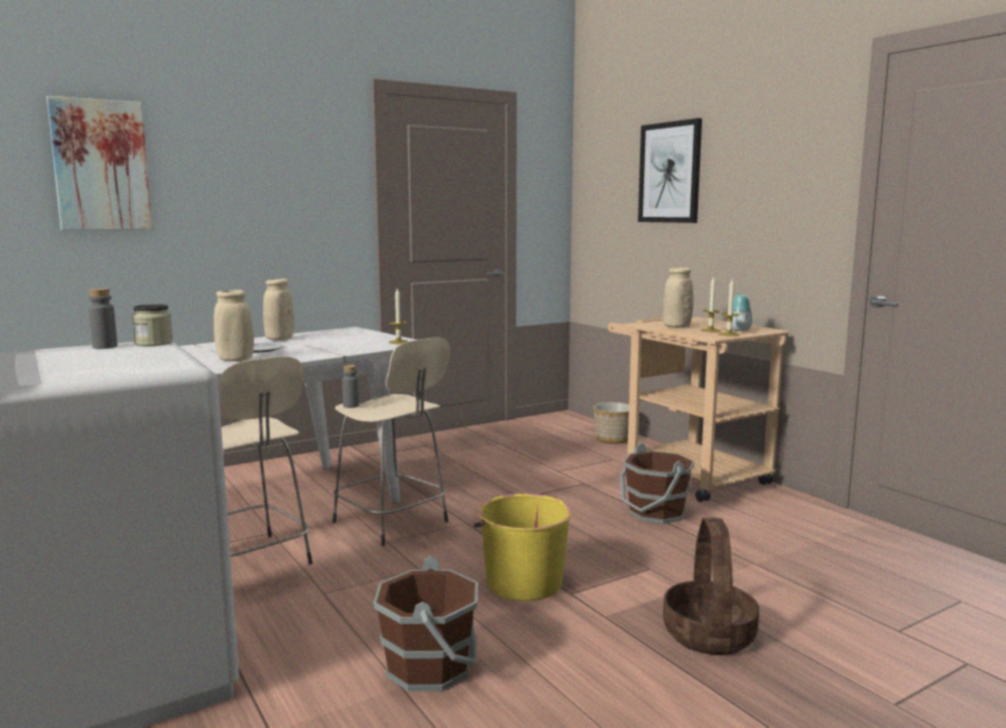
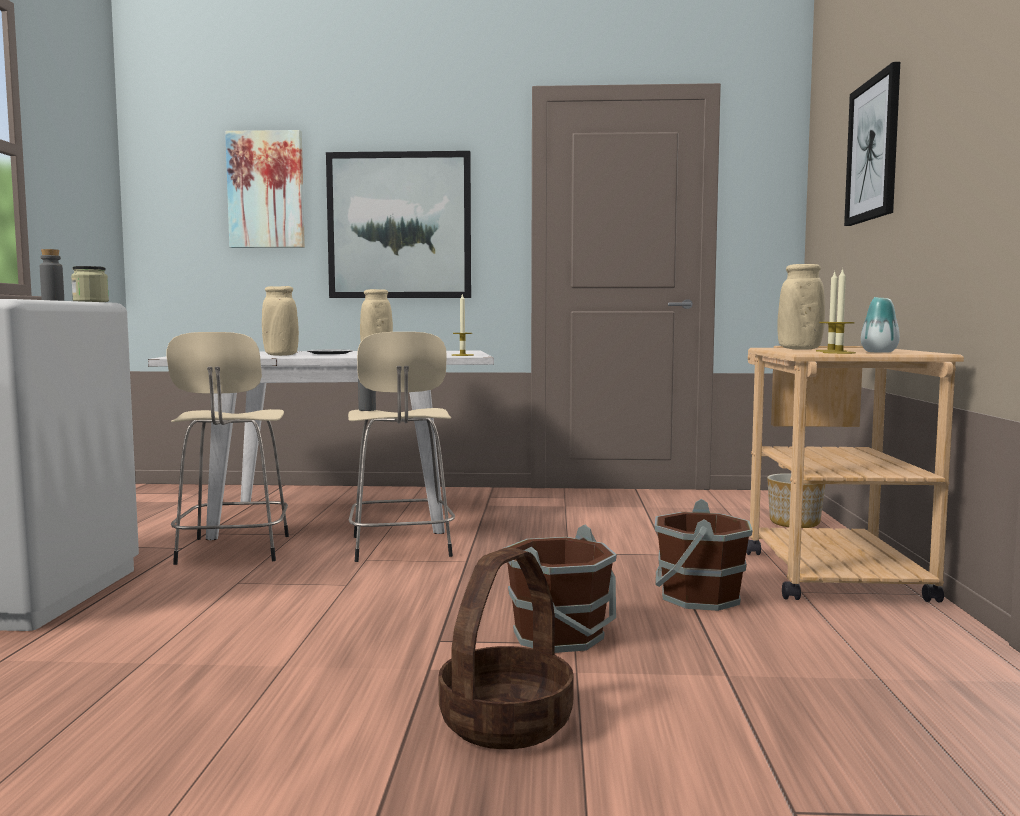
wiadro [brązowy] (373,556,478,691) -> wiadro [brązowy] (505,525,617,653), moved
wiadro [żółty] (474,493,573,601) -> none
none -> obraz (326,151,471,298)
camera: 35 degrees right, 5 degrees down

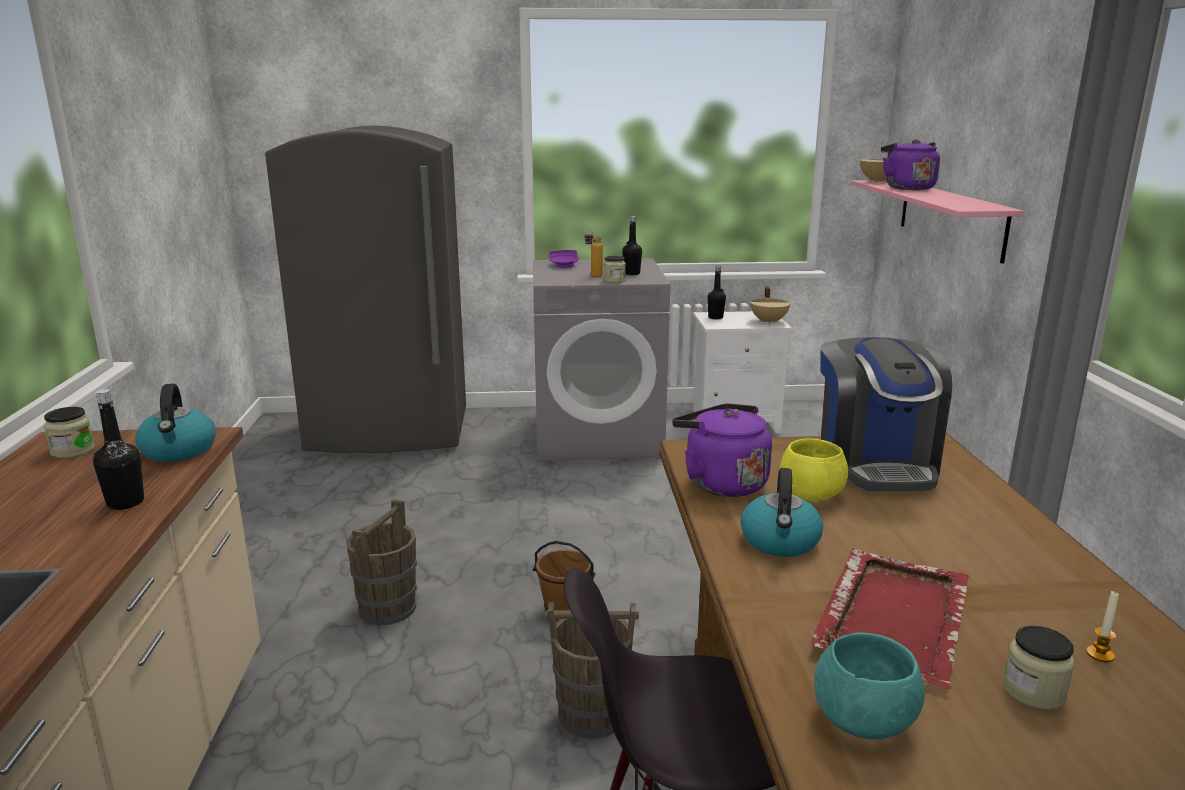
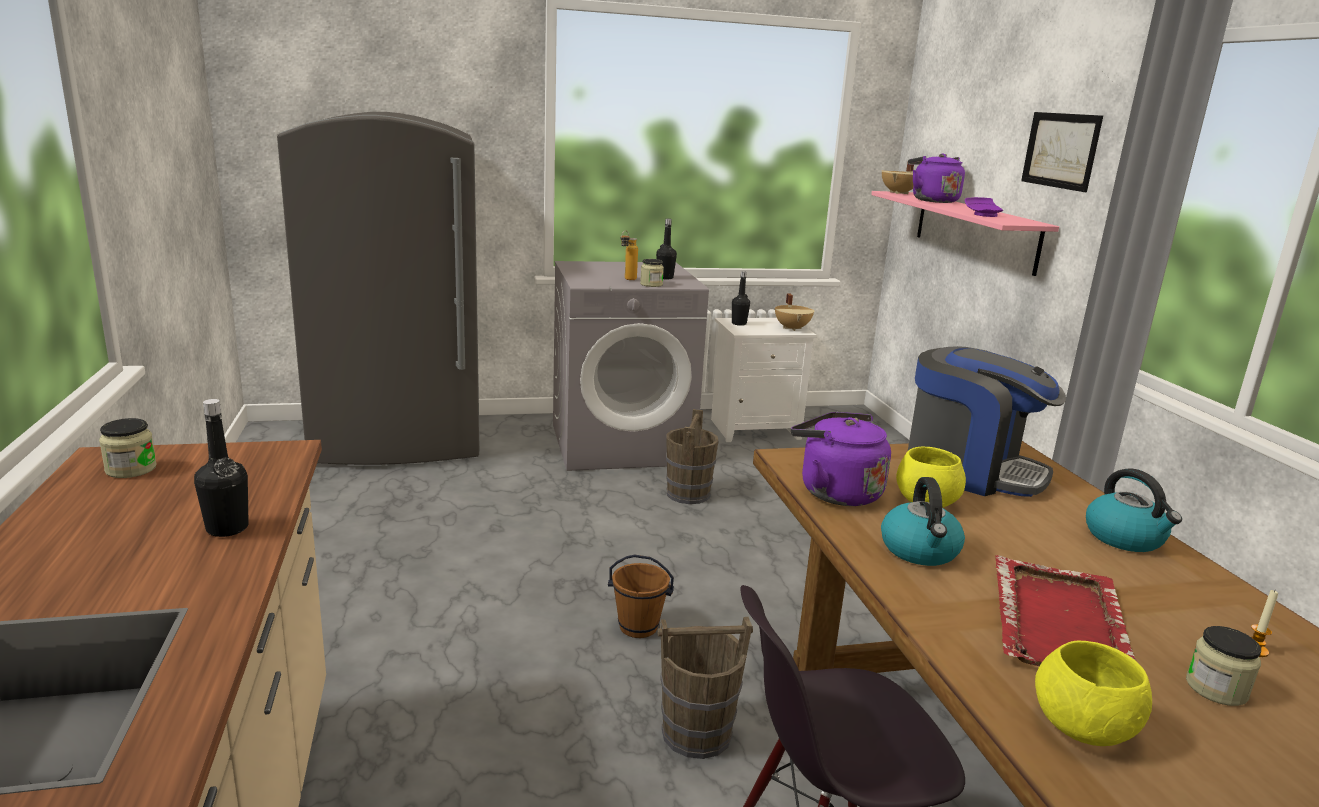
czajnik (135,383,216,462) -> czajnik (1086,468,1182,552), moved
wiadro [brązowy] (346,499,417,625) -> wiadro [brązowy] (666,409,719,504), moved
talerz [fioletowy] (549,250,579,268) -> talerz [fioletowy] (965,197,1004,217), moved
miska [turkusowy] (814,632,924,740) -> miska [żółty] (1035,641,1152,746)
ekspres do kawy (820,337,952,491) -> ekspres do kawy (908,346,1066,497), 45 degrees counterclockwise
none -> obraz (1021,112,1103,192)
camera: 10 degrees left, 0 degrees up

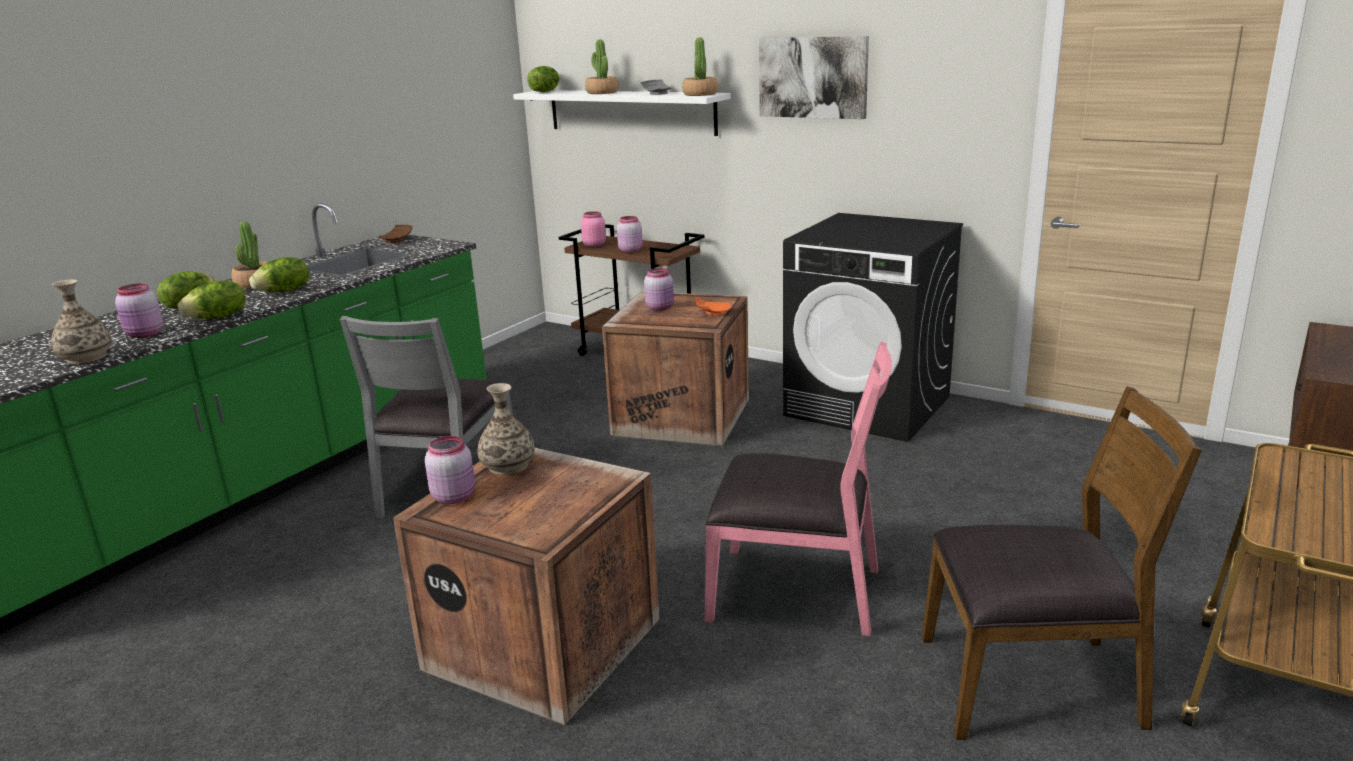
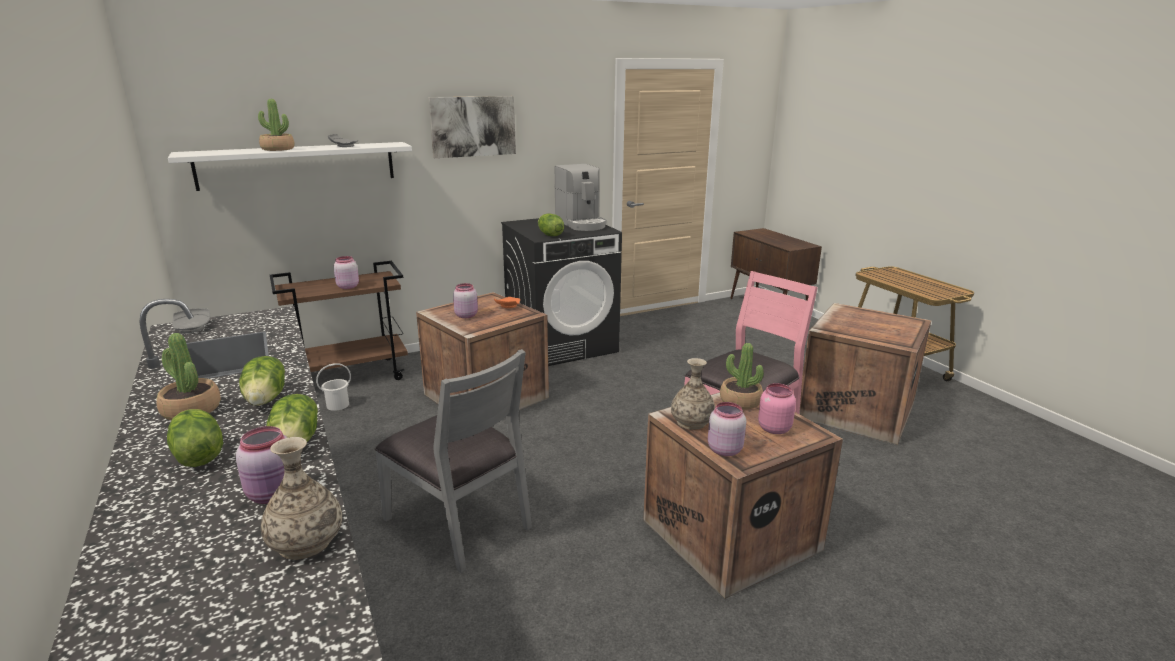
talerz [brązowy] (379,225,412,243) -> talerz [szary] (172,308,210,333)
sałata (527,66,560,92) -> sałata (538,213,564,236), moved
słoik [różowy] (581,211,606,247) -> słoik [różowy] (758,383,796,434), moved
roślina doniczkowa (682,38,718,96) -> roślina doniczkowa (720,343,764,409), moved
krzesło [brązowy] (922,386,1202,740) -> skrzynka (799,303,931,445)
none -> wiadro [biały] (316,363,351,411)
none -> ekspres do kawy (554,164,607,231)
camera: 60 degrees left, 0 degrees up

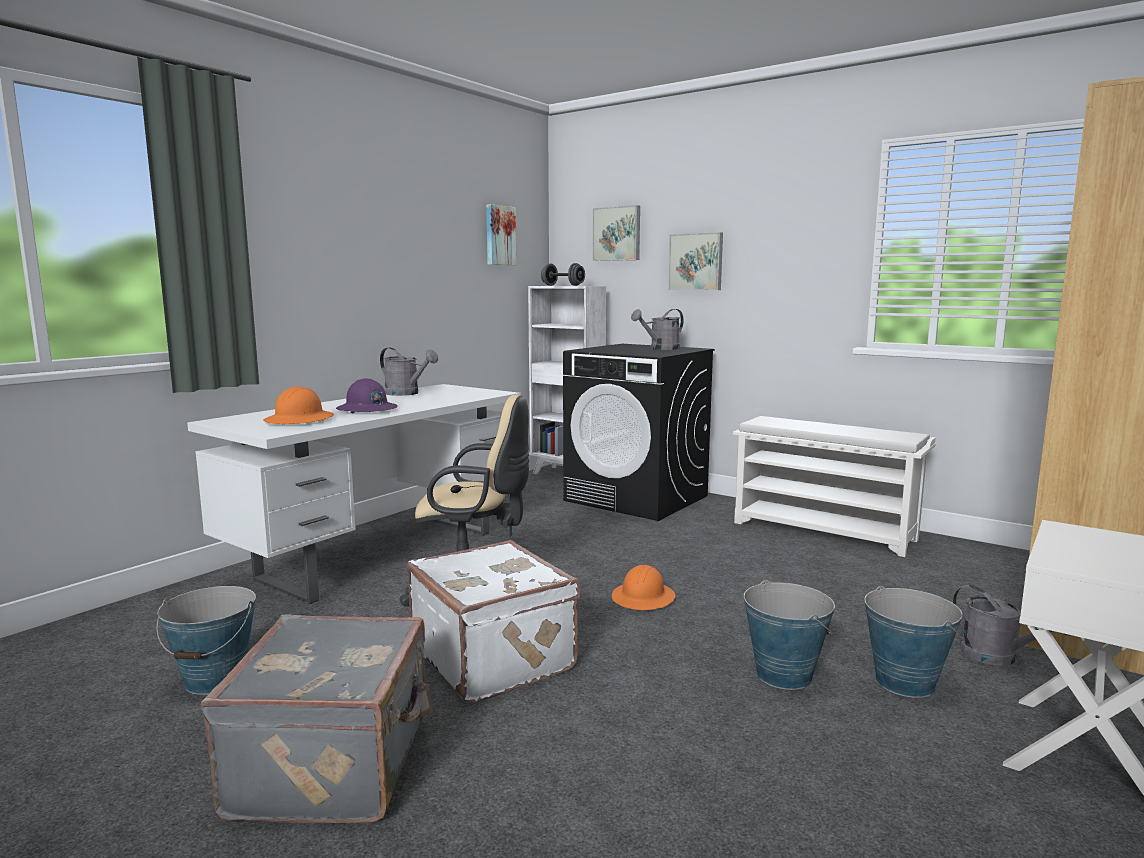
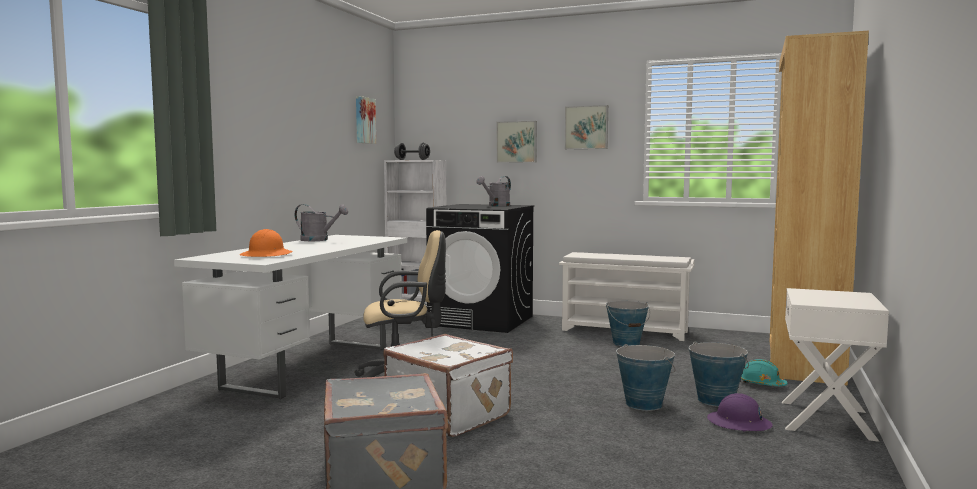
wiadro (156,586,256,695) -> wiadro (606,301,650,346), moved
kask [fioletowy] (336,378,398,413) -> kask [fioletowy] (707,393,773,432), moved
obraz (592,205,640,261) -> obraz (565,105,608,149), moved
kask [pomarańczowy] (612,565,675,610) -> none
konewka [szary] (953,584,1069,666) -> kask [turkusowy] (741,359,788,386)
camera: 15 degrees left, 5 degrees down

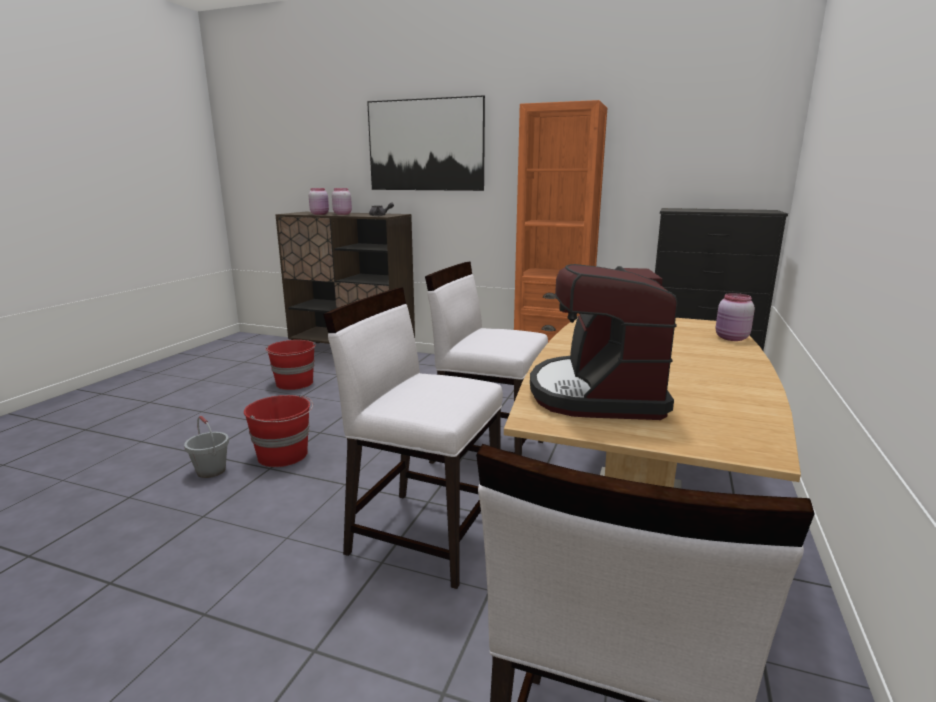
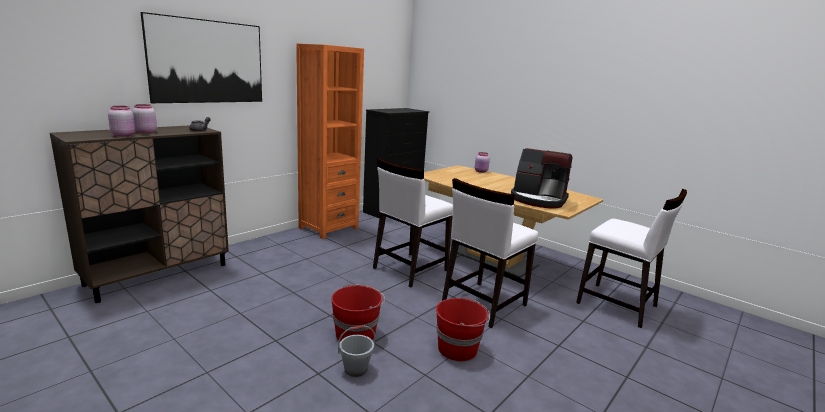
wiadro [czerwony] (265,340,316,390) -> wiadro [czerwony] (436,297,490,361), moved
camera: 70 degrees left, 0 degrees up

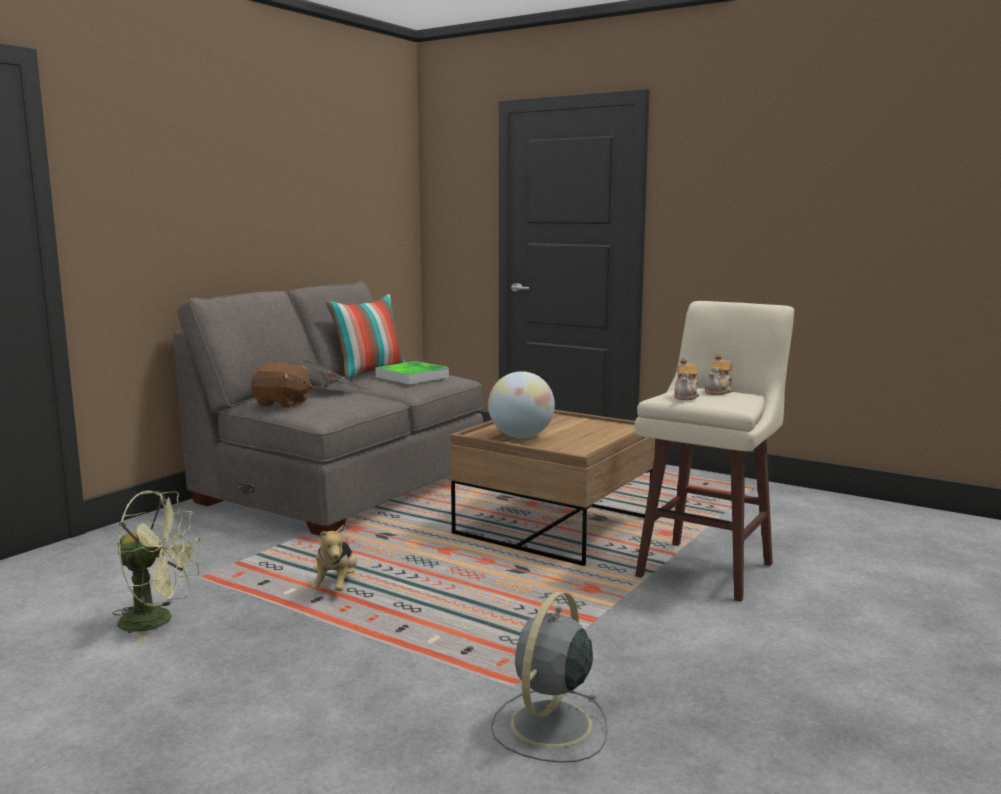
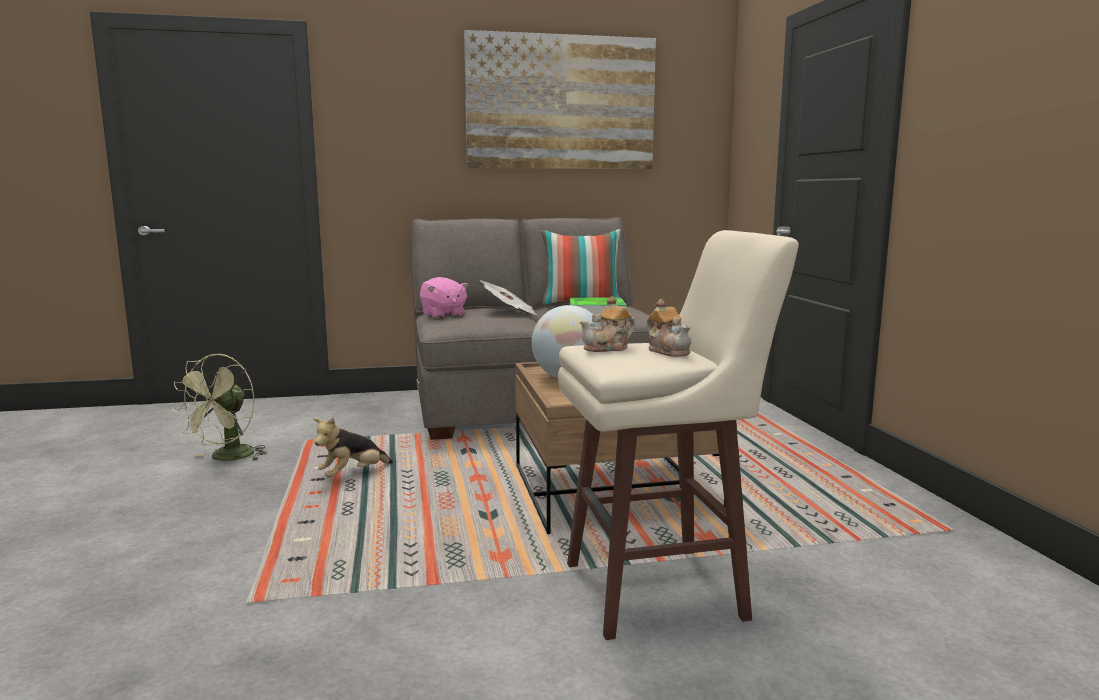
wentylator [zielony] (113,491,201,642) -> wentylator [zielony] (172,353,267,461), 60 degrees clockwise
pluszak [brązowy] (251,362,312,408) -> pluszak [różowy] (420,277,468,318)
wentylator [szary] (491,591,607,763) -> none
imbryk (705,354,733,395) -> imbryk (646,299,691,357), 105 degrees counterclockwise
none -> obraz (464,30,656,169)
camera: 45 degrees right, 0 degrees up

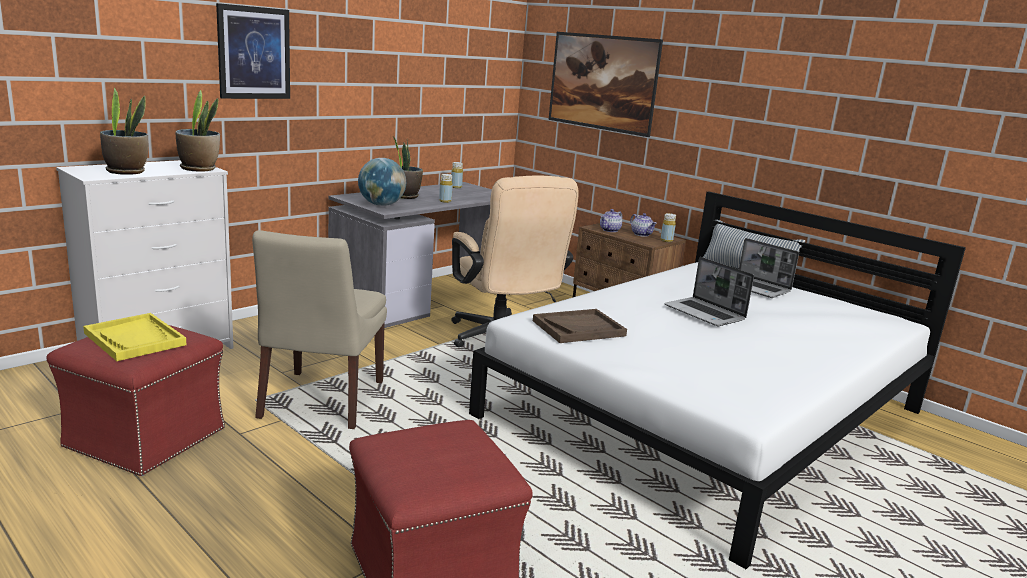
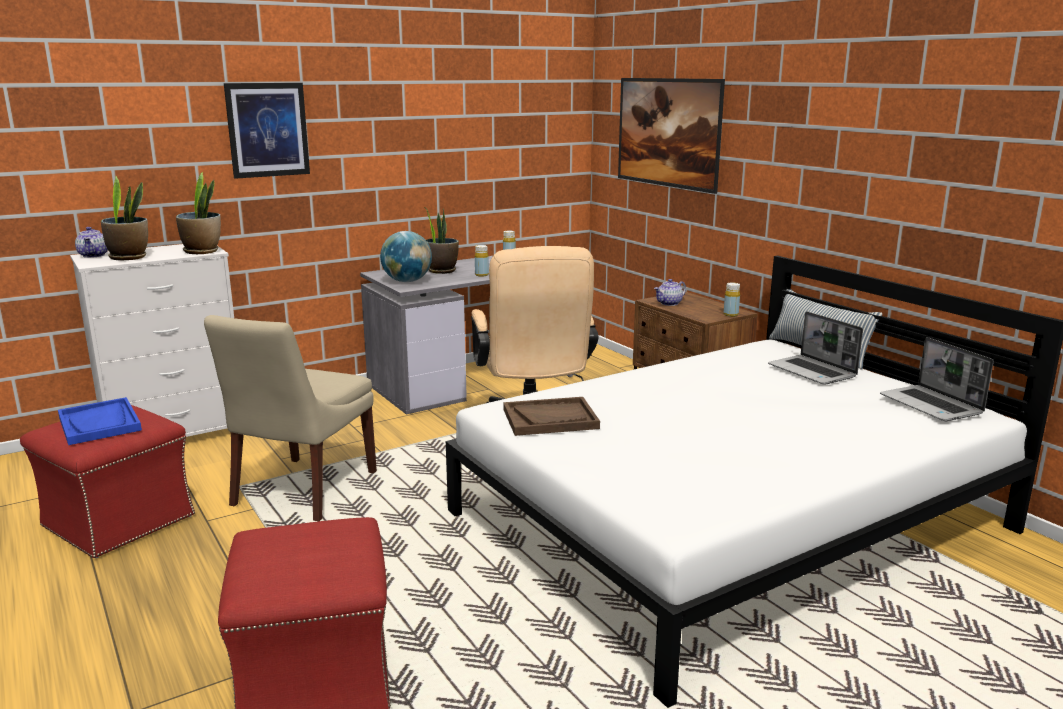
taca [żółty] (83,313,187,361) -> taca [niebieski] (58,397,142,445)
imbryk (630,213,657,237) -> imbryk (75,227,108,258), moved
laptop (664,257,754,326) -> laptop (880,337,994,421), moved
camera: 15 degrees right, 0 degrees up

